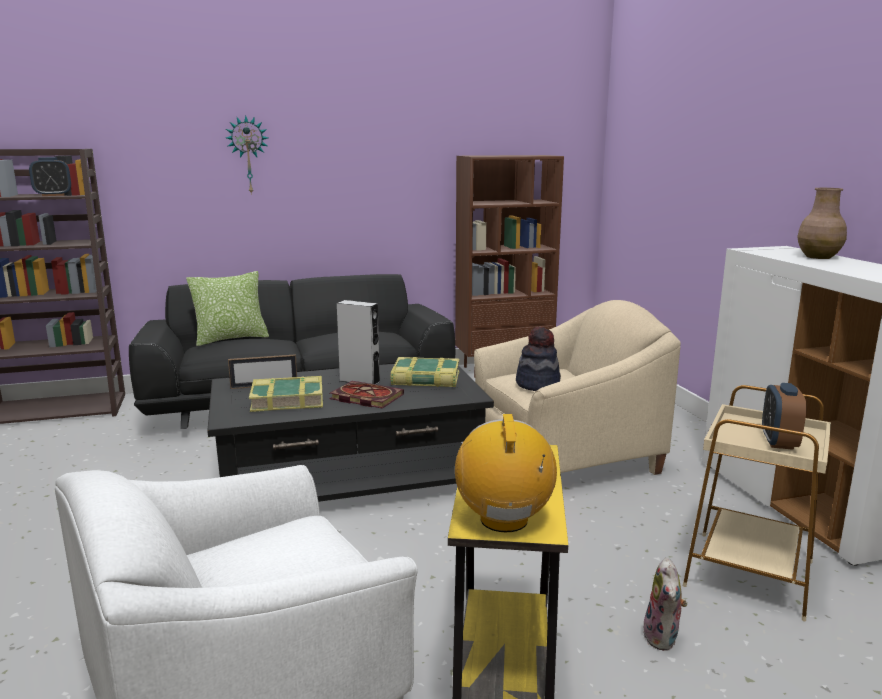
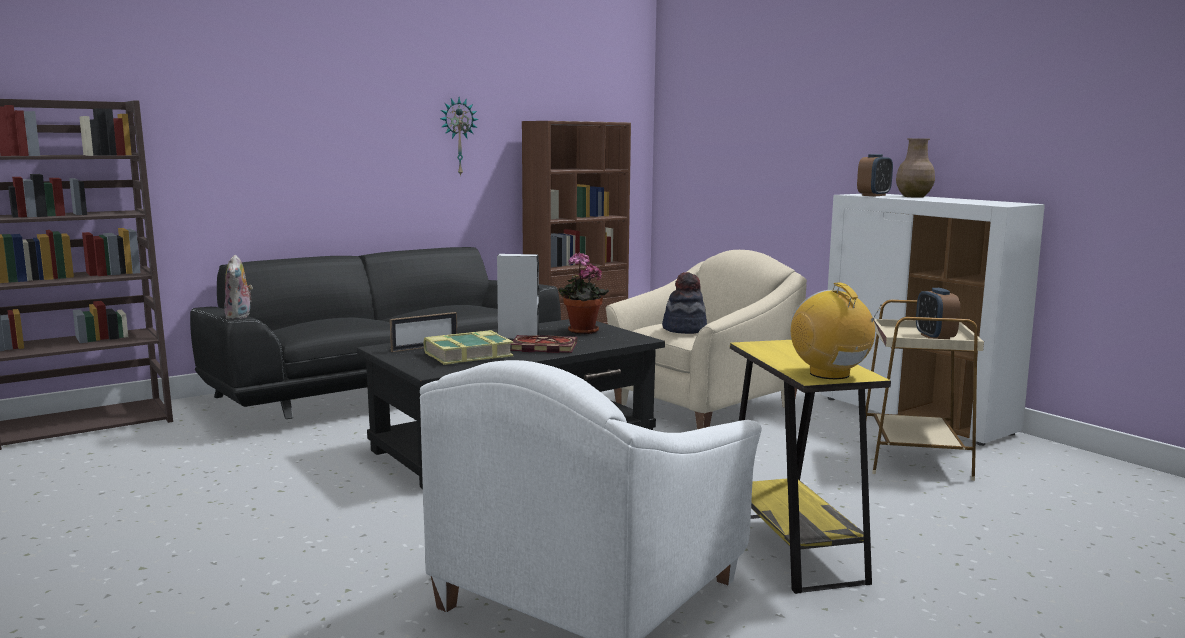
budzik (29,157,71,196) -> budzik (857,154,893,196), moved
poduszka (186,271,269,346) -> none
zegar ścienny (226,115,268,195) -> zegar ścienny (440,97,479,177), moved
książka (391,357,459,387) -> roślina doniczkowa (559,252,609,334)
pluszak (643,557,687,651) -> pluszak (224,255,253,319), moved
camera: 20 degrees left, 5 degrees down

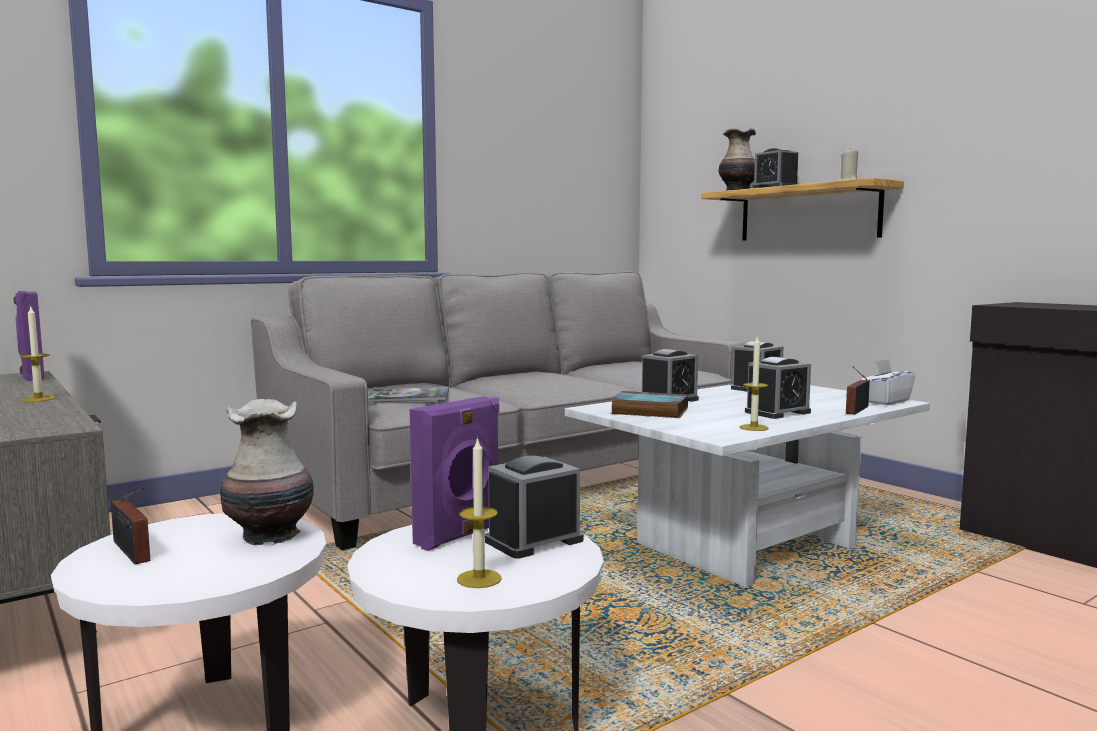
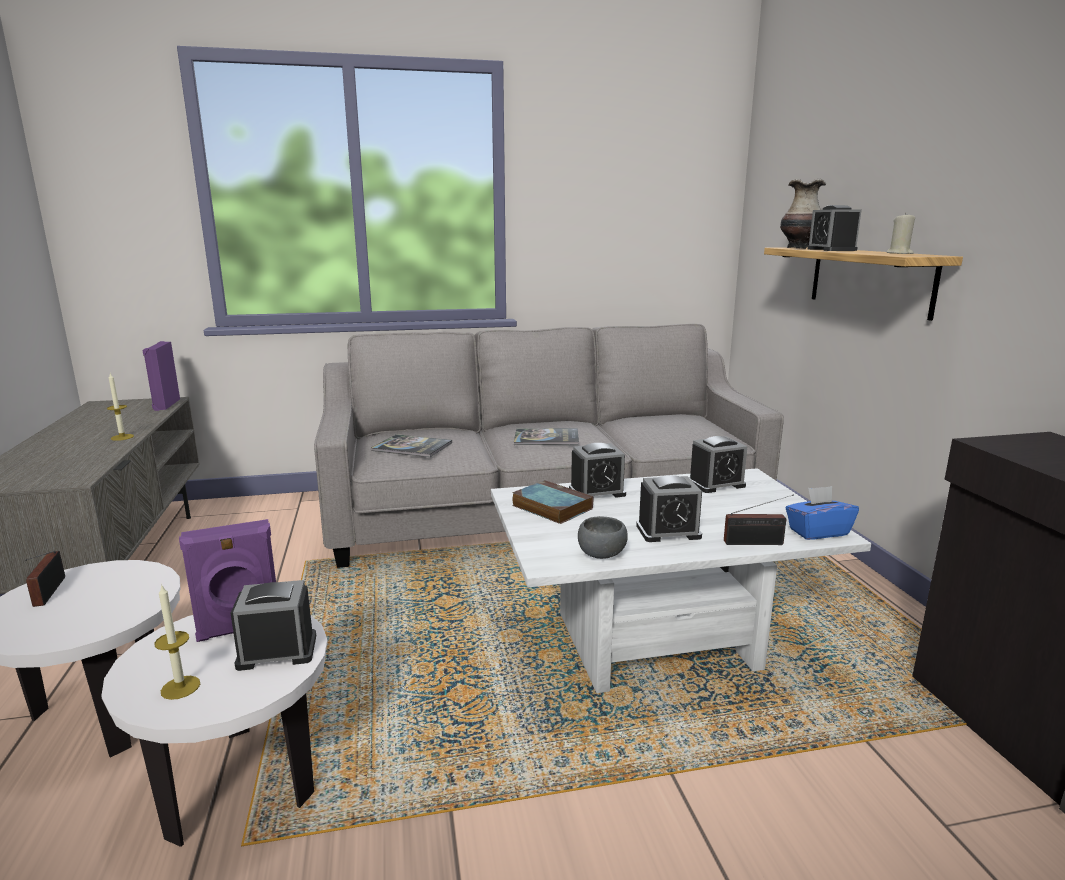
wazon (220,399,314,545) -> none
świeca (740,335,769,431) -> miska [szary] (578,516,628,559)
radio (846,367,870,415) -> radio (724,494,794,545), 150 degrees counterclockwise
pudełko chusteczek [biały] (860,359,916,405) -> pudełko chusteczek [niebieski] (785,486,859,540)
none -> książka (514,428,579,445)
camera: 25 degrees right, 10 degrees up

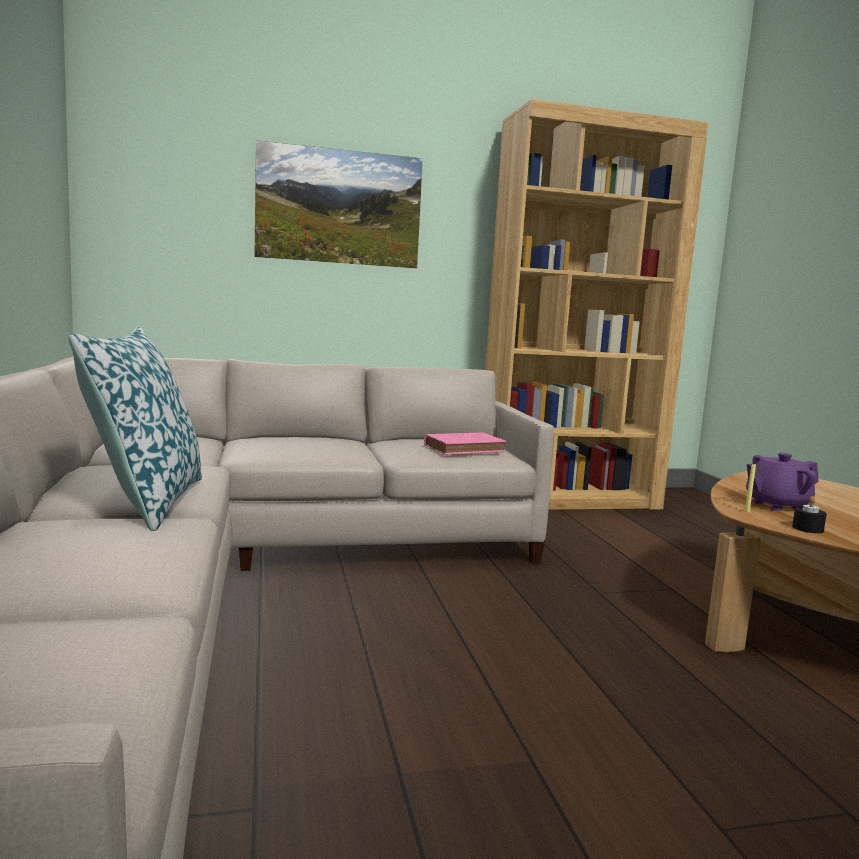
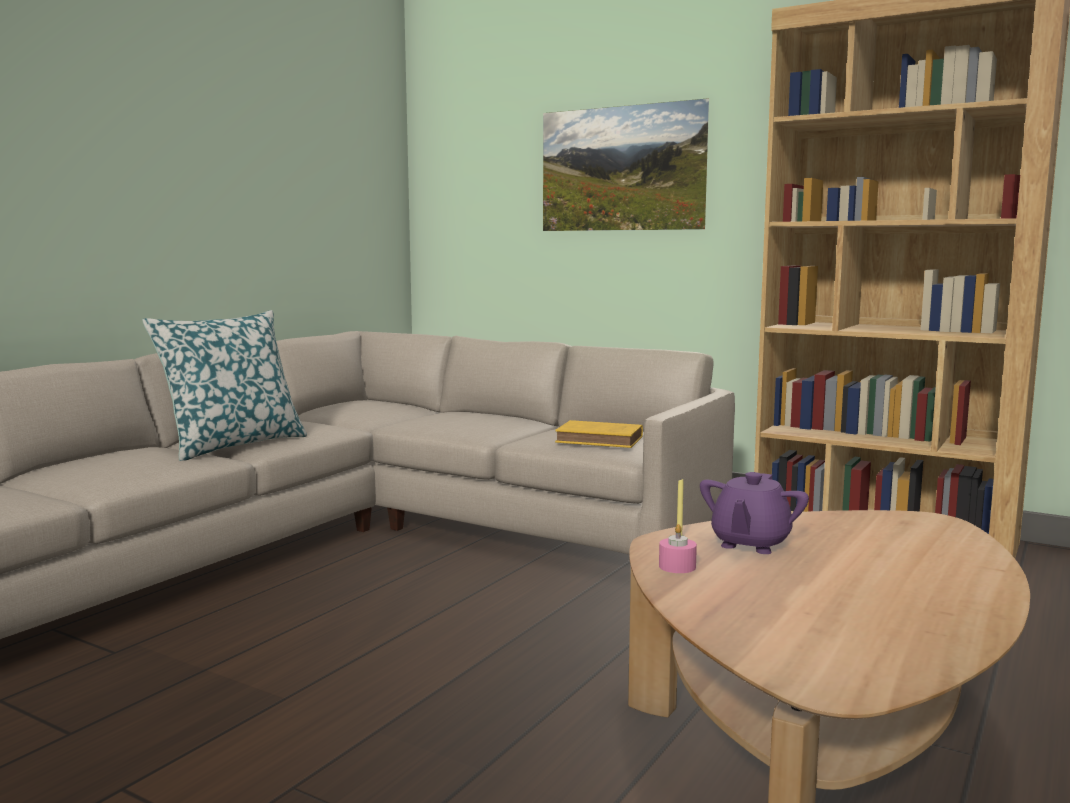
książka [różowy] (424,432,506,455) -> książka [żółty] (555,420,643,448)
imbryk [fioletowy] (746,453,819,511) -> imbryk [fioletowy] (700,472,809,554), 90 degrees counterclockwise
świeca [czarny] (792,496,827,533) -> świeca [różowy] (659,524,697,573)
camera: 45 degrees right, 0 degrees up

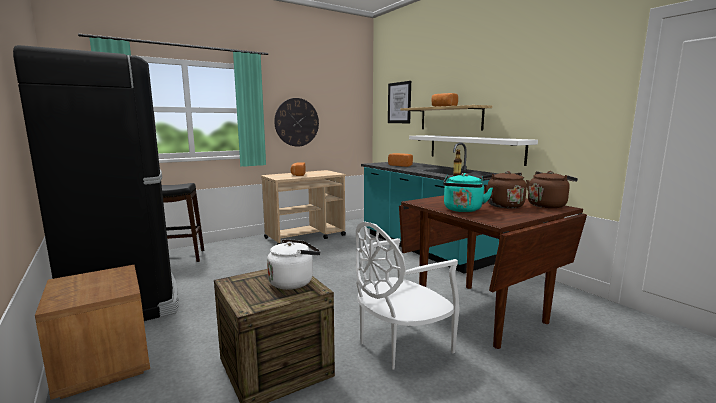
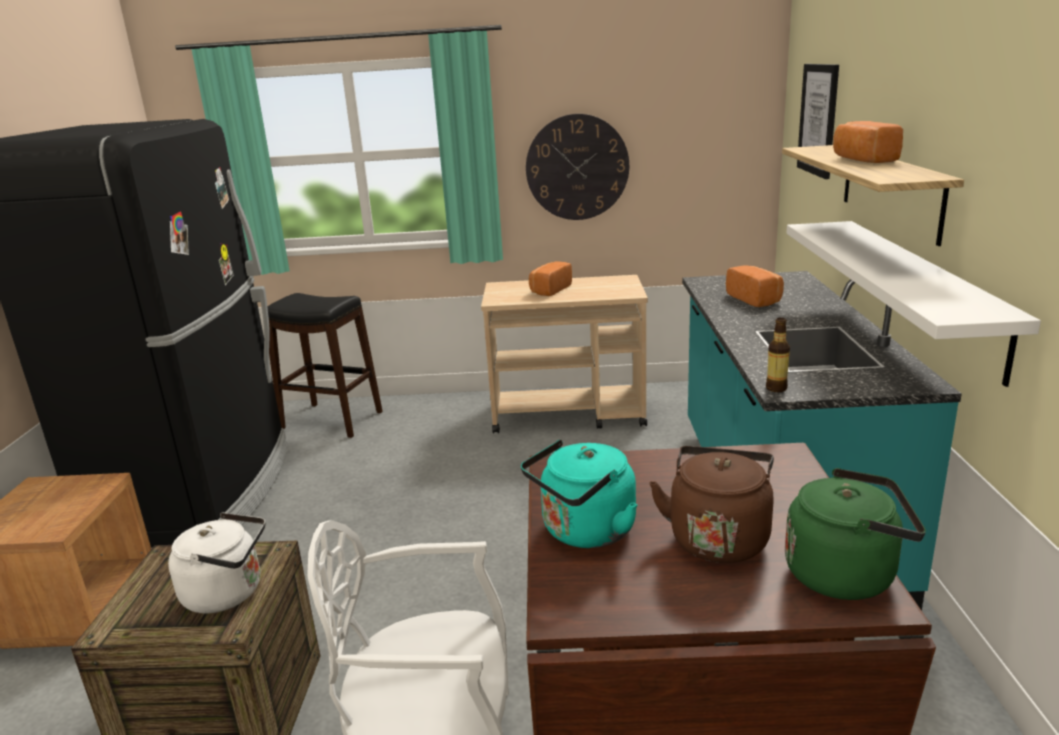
czajnik [brązowy] (526,171,578,208) -> czajnik [zielony] (785,468,926,600)
camera: 35 degrees right, 10 degrees up

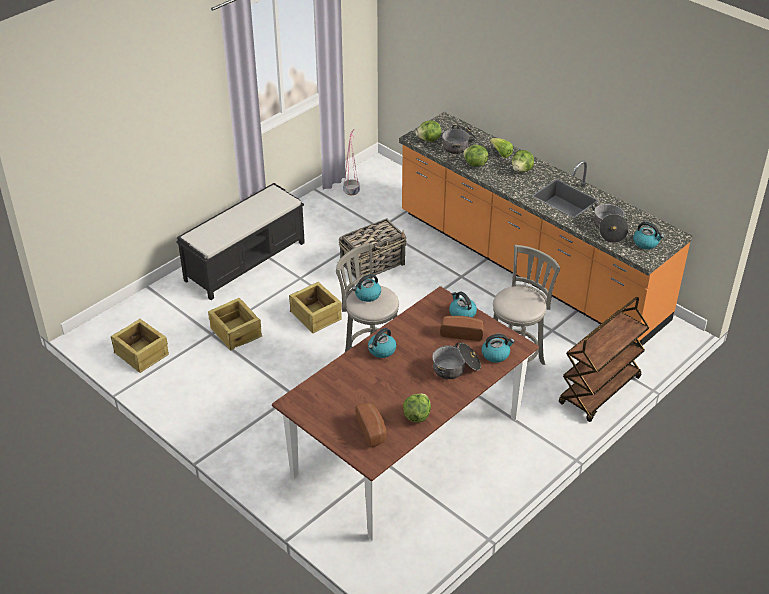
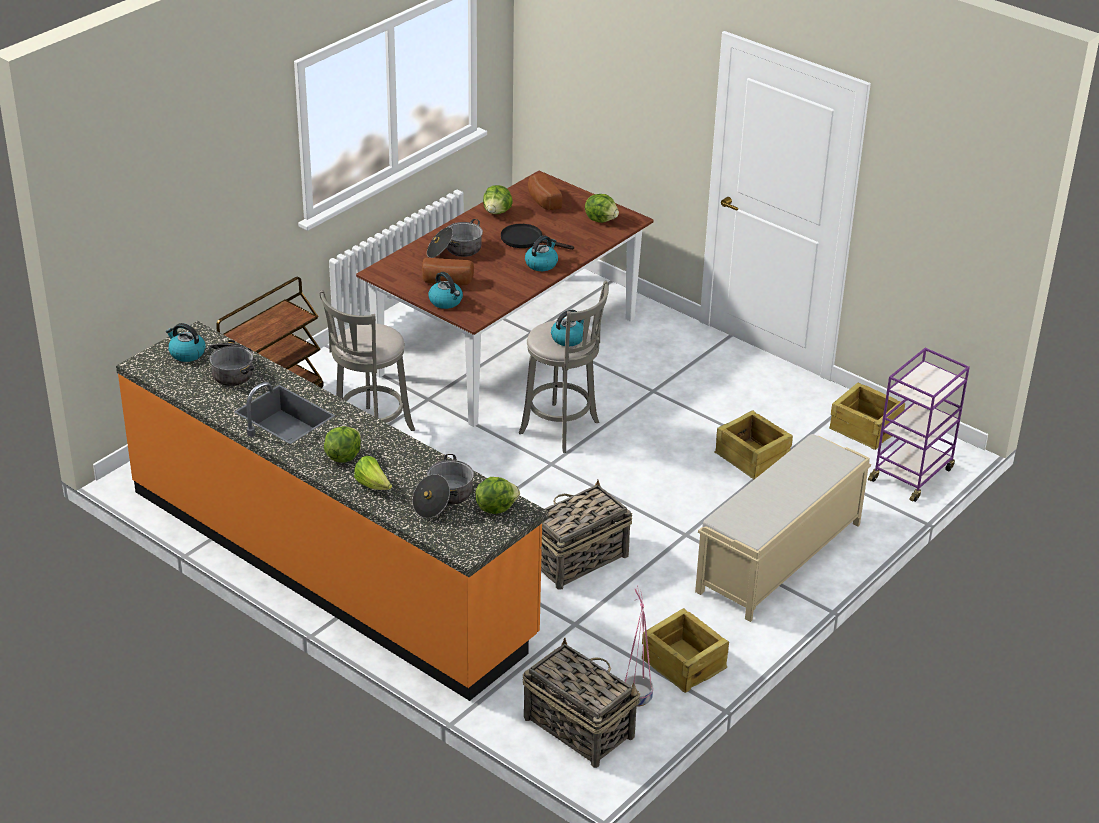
ławka [czarny] (176,183,305,300) -> ławka [beżowy] (695,434,871,622)
skrzynka (289,282,342,333) -> skrzynka (642,608,729,693), moved
sałata (463,145,489,167) -> sałata (585,194,619,223), moved
czajnik (482,334,515,363) -> none
none -> patelnia [czarny] (501,224,574,250)
none -> koszyk (523,637,640,768)
none -> wózek [fioletowy] (868,348,970,502)
camera: 175 degrees right, 5 degrees down

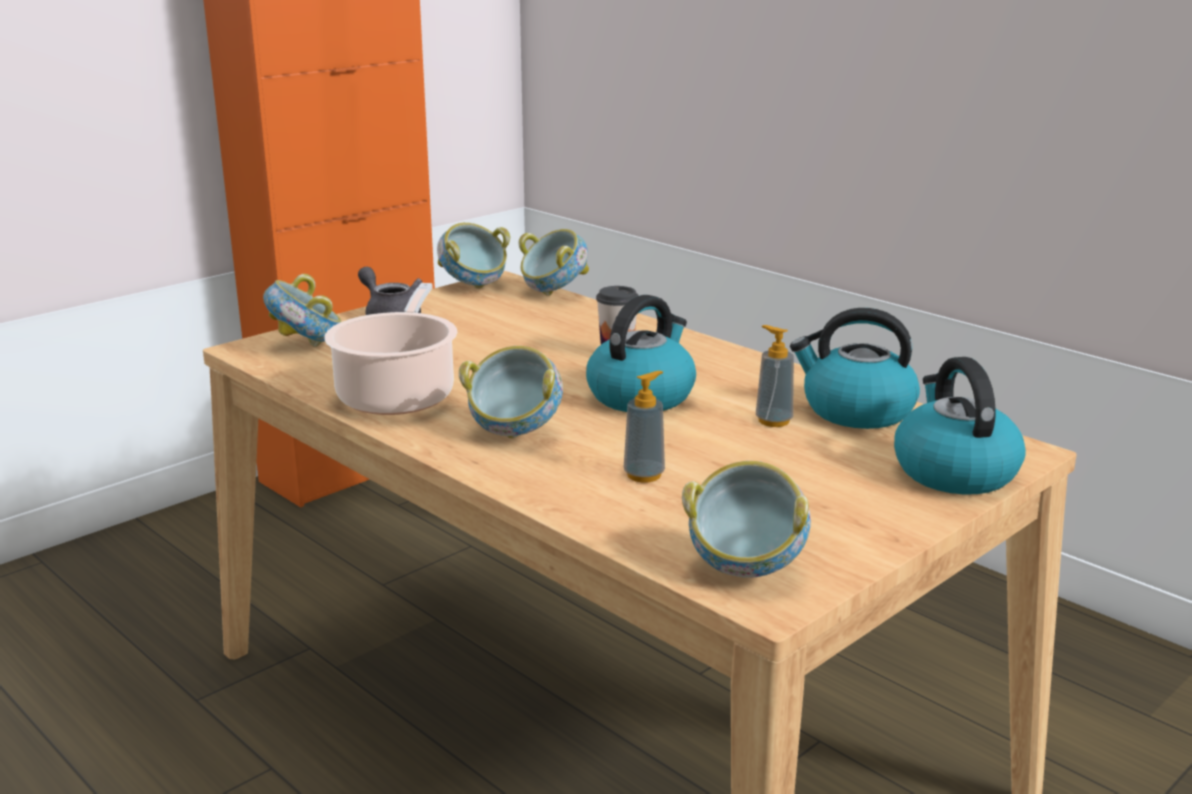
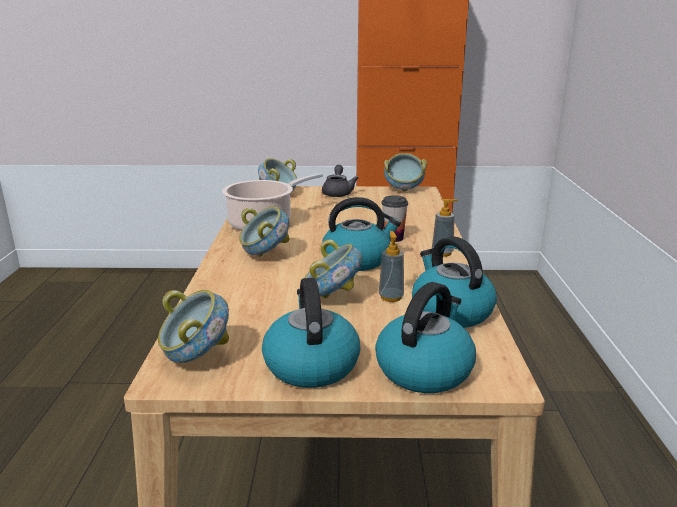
miska (518,229,589,296) -> miska (304,239,362,298), moved
dozownik mydła (624,371,665,483) -> dozownik mydła (432,199,458,257), moved
none -> czajnik (262,278,360,388)
camera: 45 degrees right, 0 degrees up

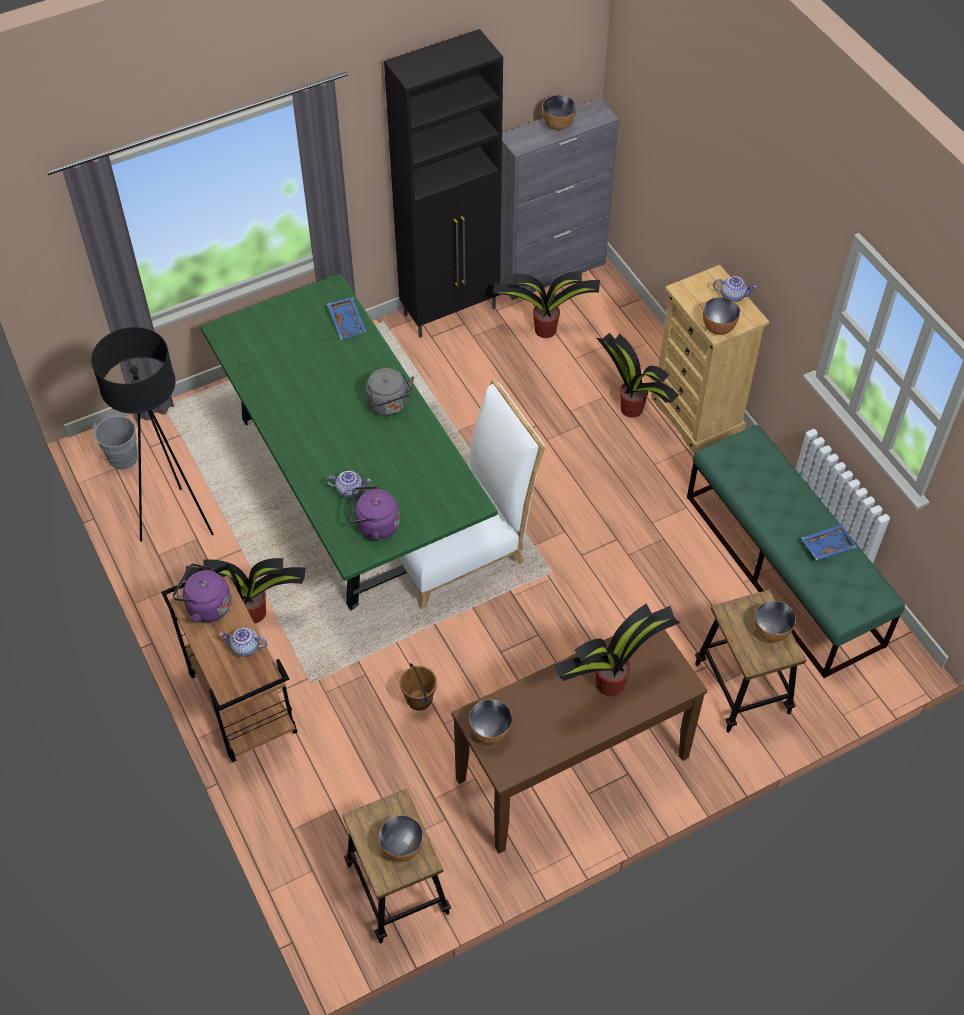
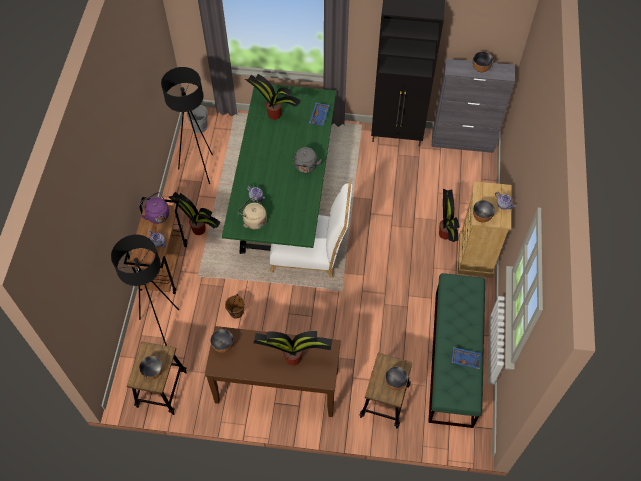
czajnik [fioletowy] (350,486,400,540) -> czajnik [beżowy] (237,198,267,229)
roślina doniczkowa (492,271,600,338) -> roślina doniczkowa (245,74,301,120), moved
none -> lampa stojąca [czarny] (111,235,179,346)
camera: 35 degrees right, 5 degrees up

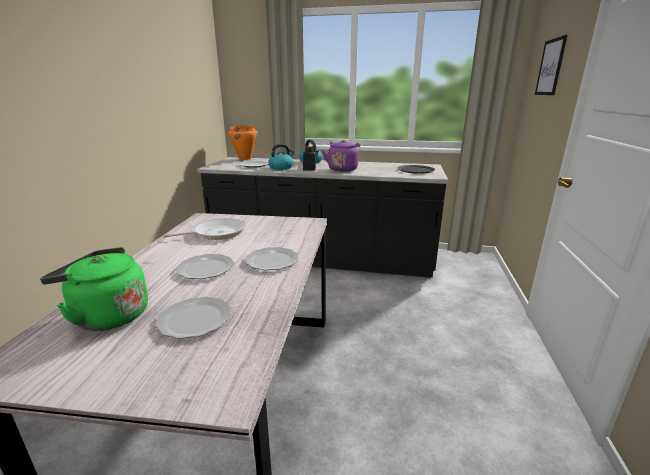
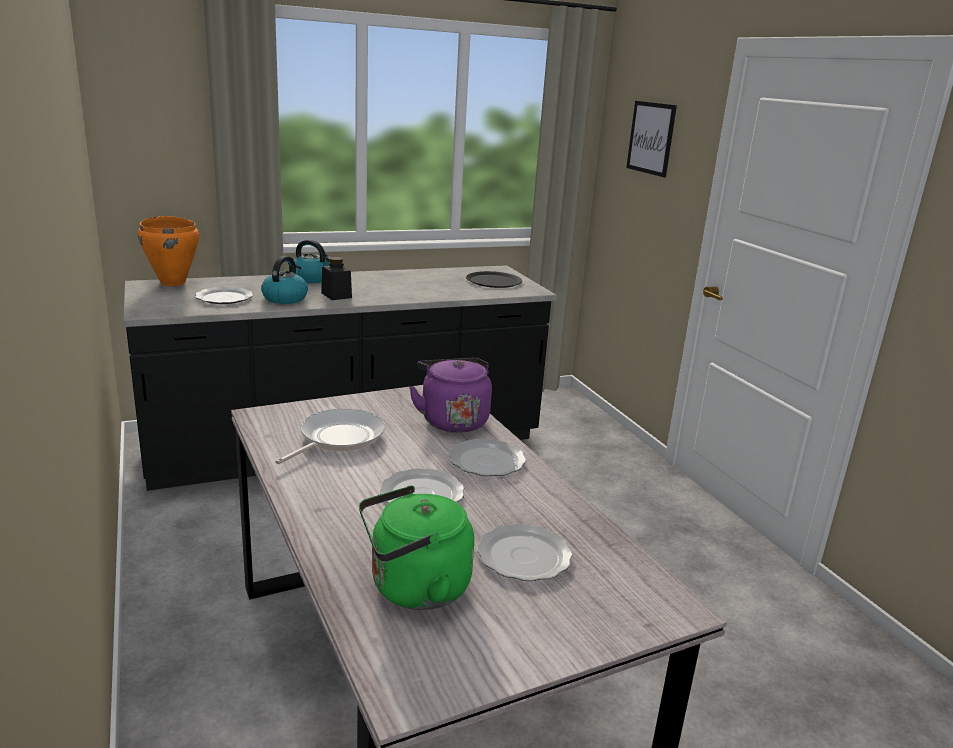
czajnik [fioletowy] (322,140,360,172) -> czajnik [fioletowy] (409,358,492,433), moved
camera: 35 degrees left, 0 degrees up

